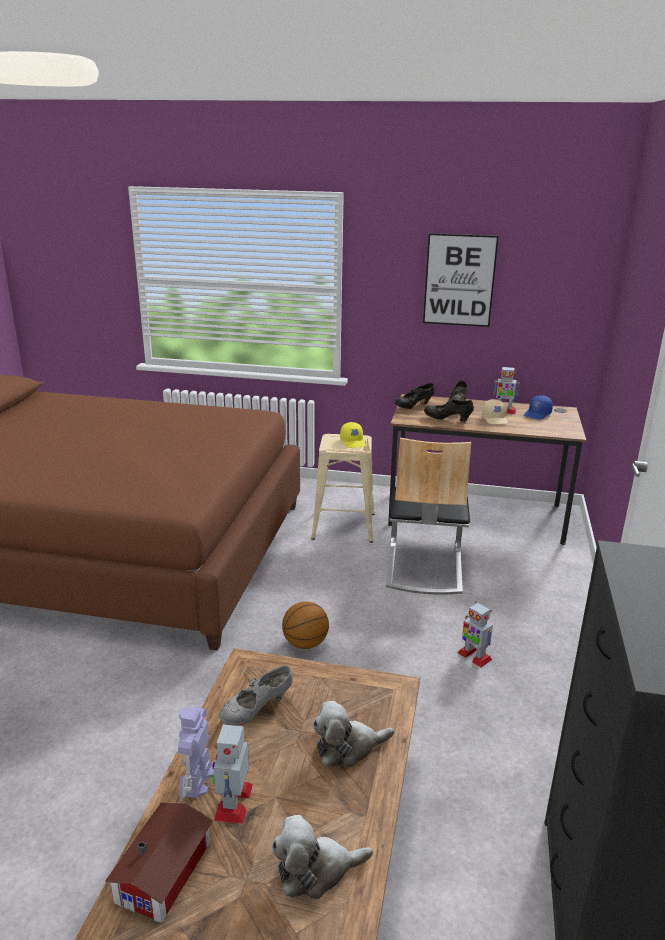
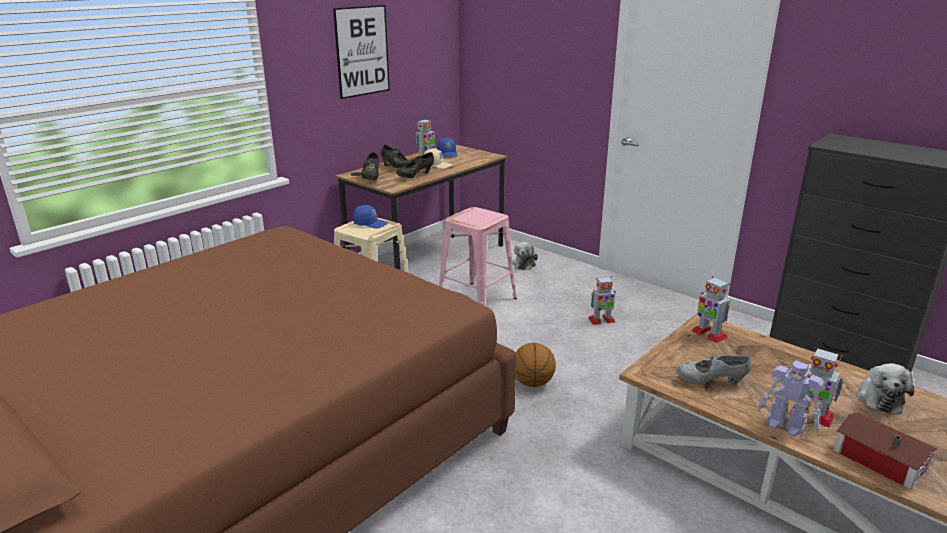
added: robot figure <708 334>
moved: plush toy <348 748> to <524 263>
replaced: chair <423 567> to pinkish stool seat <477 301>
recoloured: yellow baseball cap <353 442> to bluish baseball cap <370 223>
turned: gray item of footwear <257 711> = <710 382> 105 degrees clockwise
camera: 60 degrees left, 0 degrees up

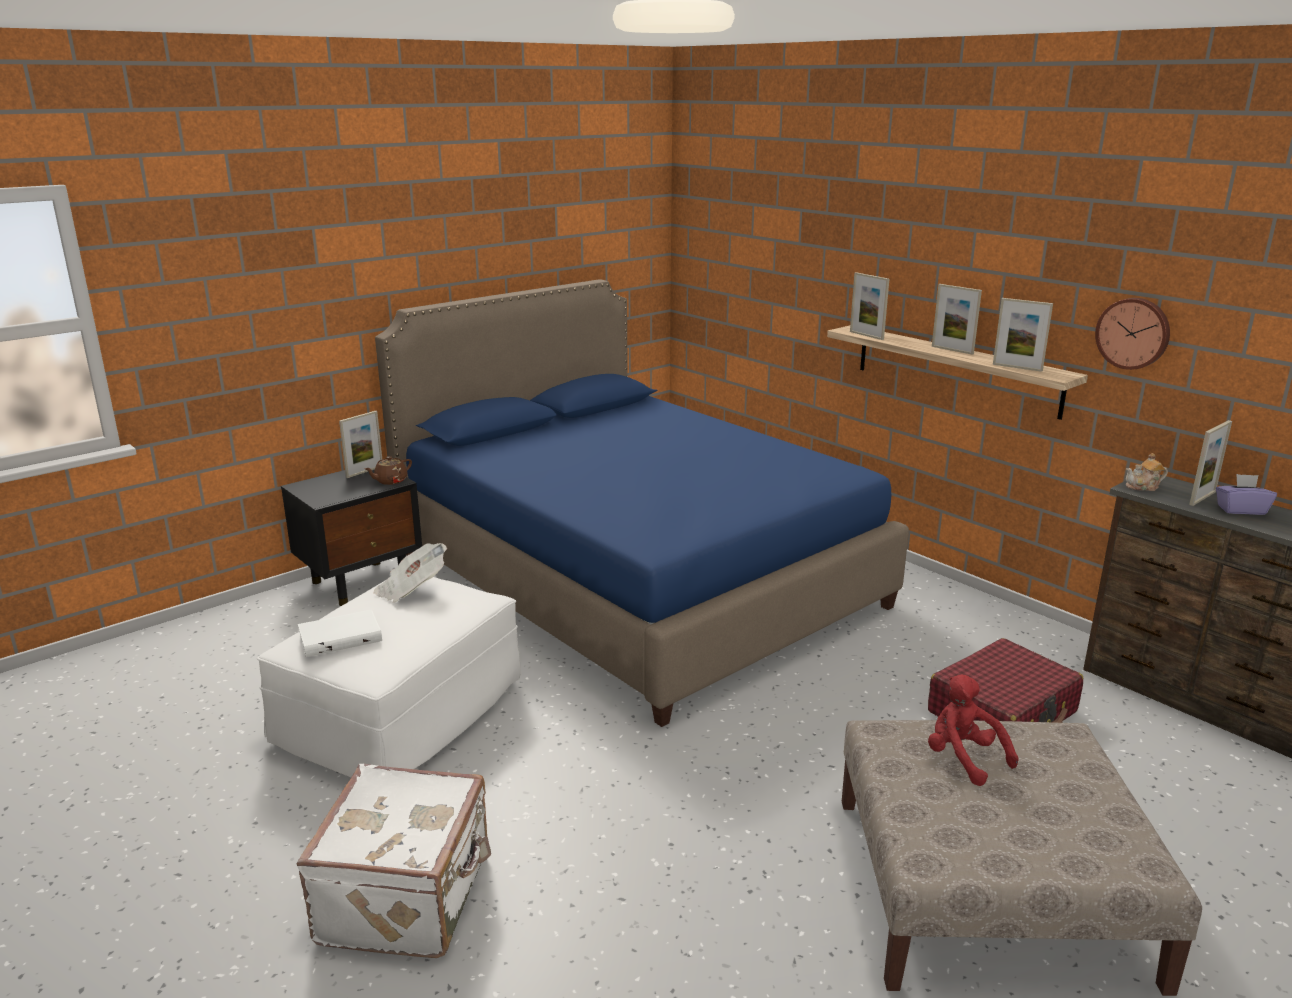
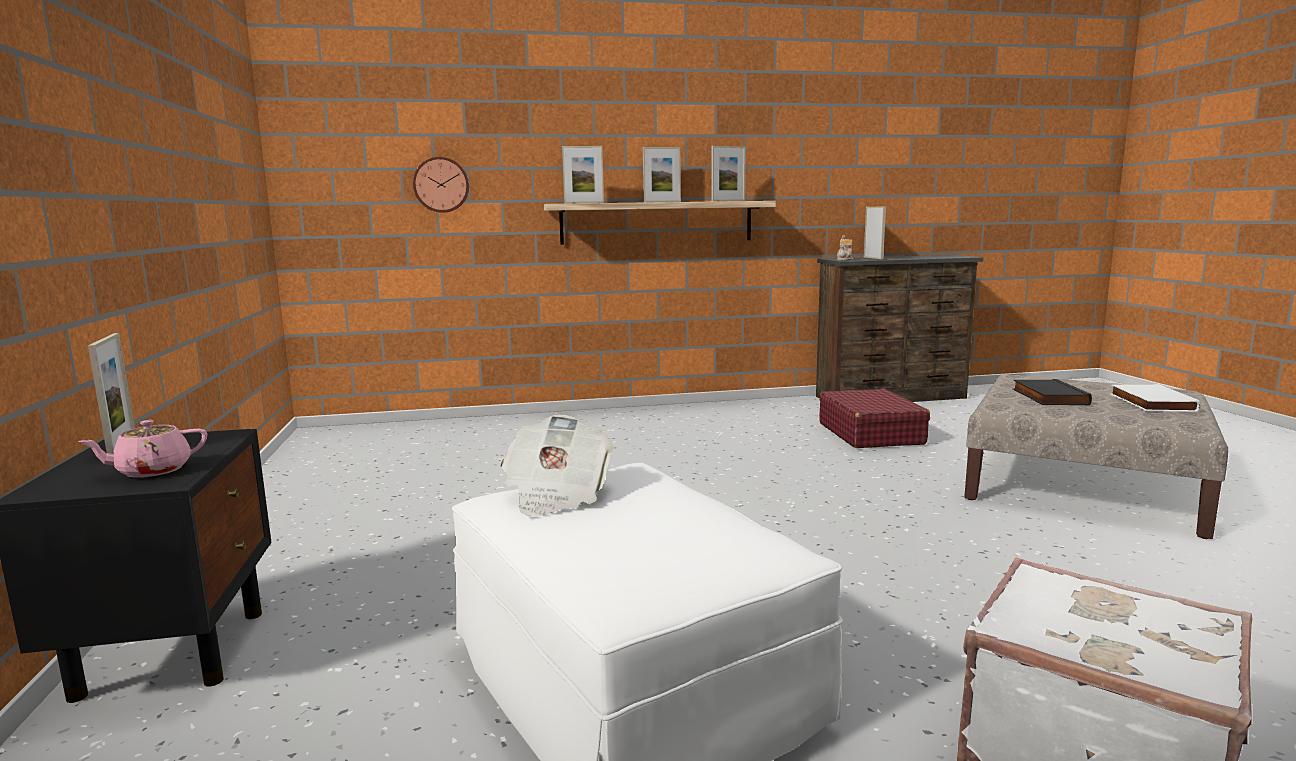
removed: brownish teapot <390 481>; bluish bed <634 579>; purplish box of tissues <1241 510>
added: pinkish teapot <152 471>
moved: whitish book <340 636> to <1149 403>; wall clock <1133 333> to <441 185>
replaced: red plush toy <963 758> to blackish book <1047 397>
camera: 60 degrees left, 10 degrees down

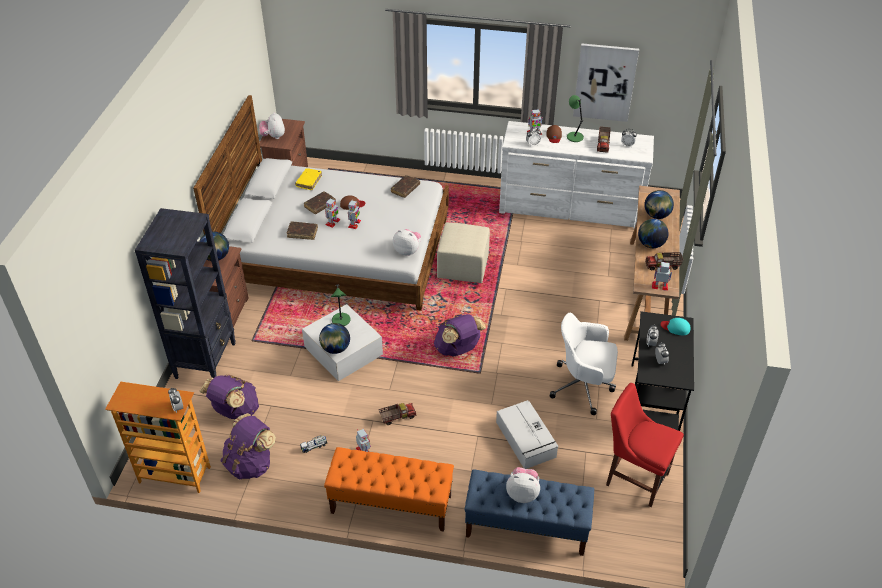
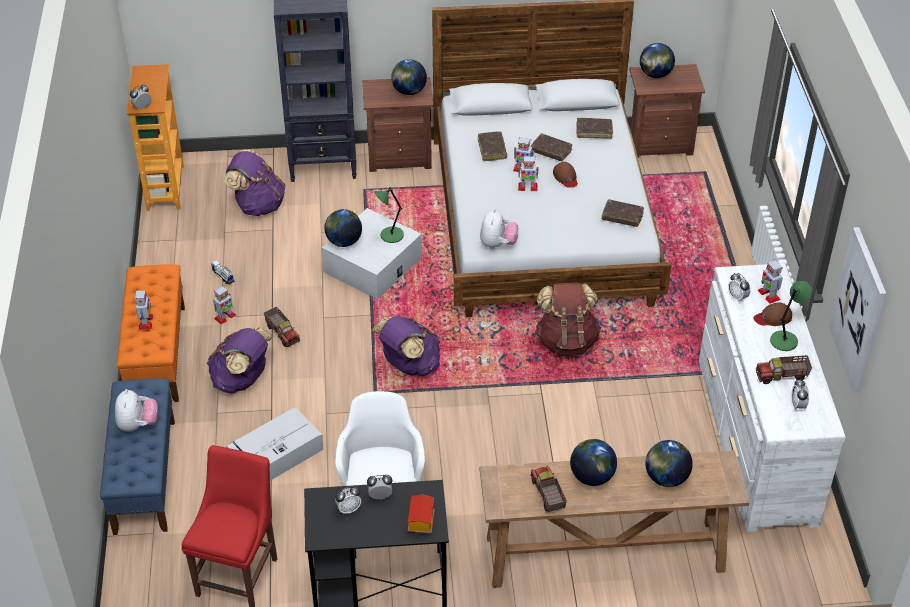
moved: purplish backpack <250 463> to <242 380>; robot figure <660 286> to <146 322>
replaced: plush toy <273 136> to desk globe <655 75>; beige ottoman <462 267> to brownish backpack <566 341>; turquoise baseball cap <675 327> to model house <420 521>
recoloured: yellow book <309 181> to brownish book <594 131>
camera: 75 degrees right, 0 degrees up

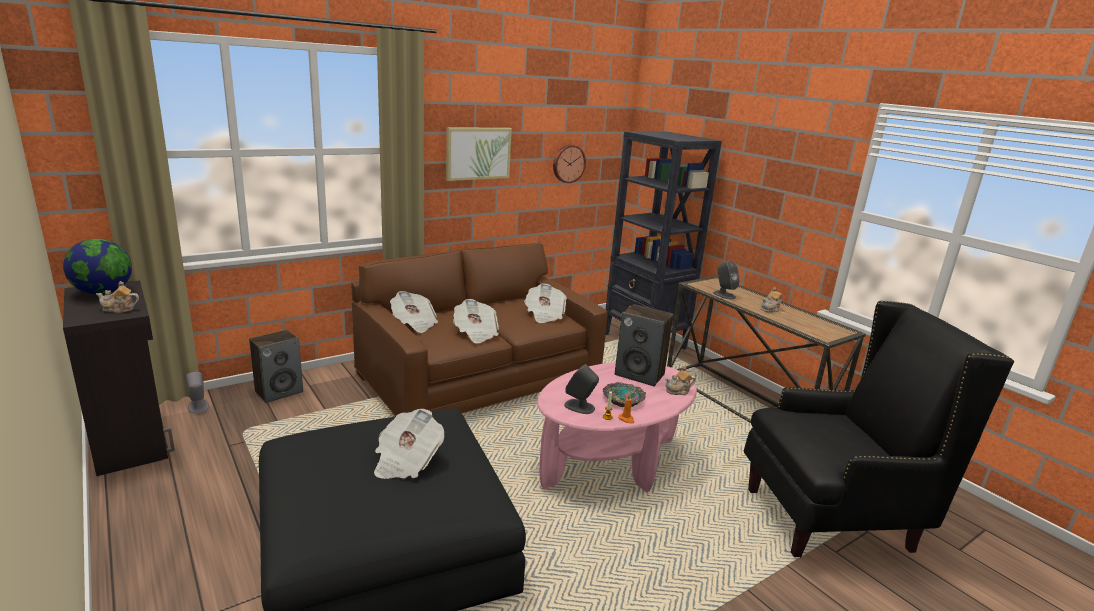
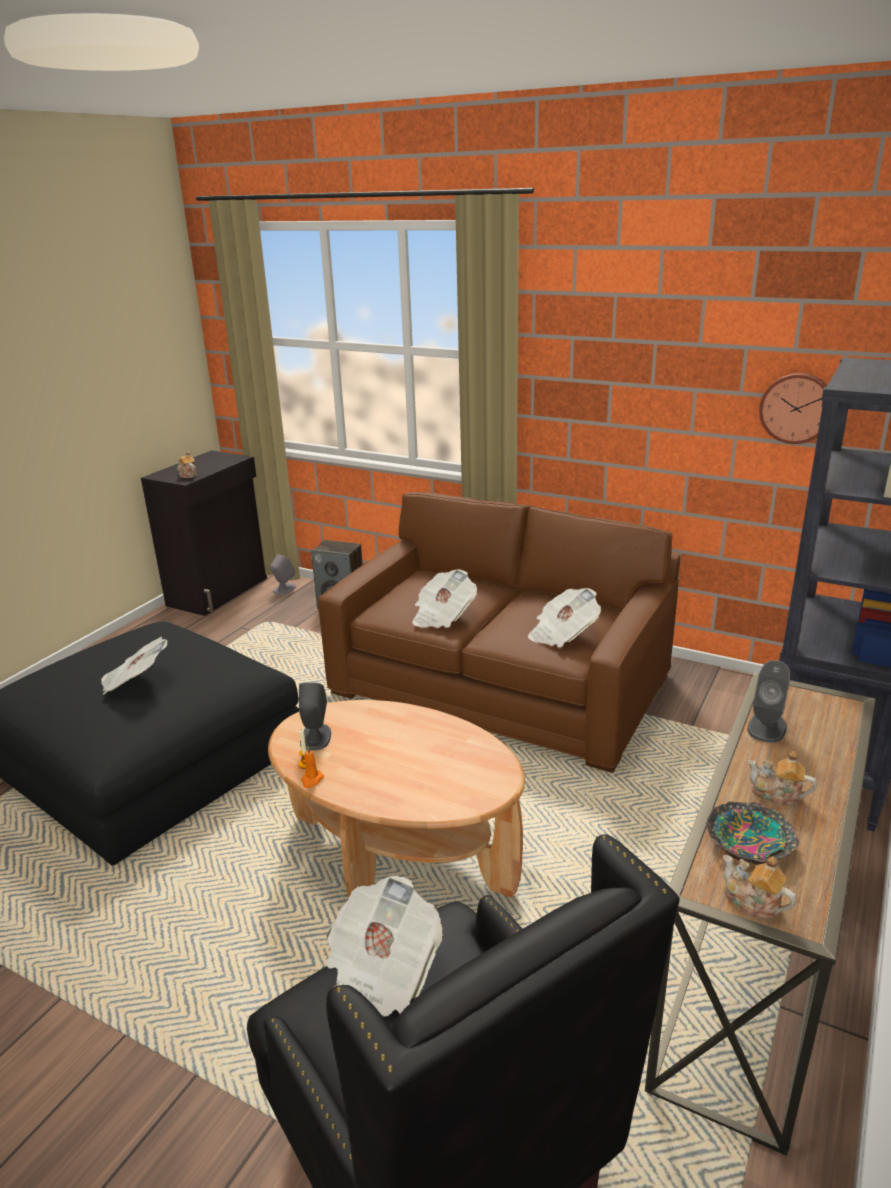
removed: desk globe <103 293>; wall picture <478 153>; audio speaker <640 375>
moved: daily paper <414 323> to <380 973>; bowl <623 399> to <751 842>; teapot <678 391> to <753 902>
recoloured: pinkish coffee table <611 463> to brownish coffee table <399 855>
camera: 65 degrees right, 5 degrees up

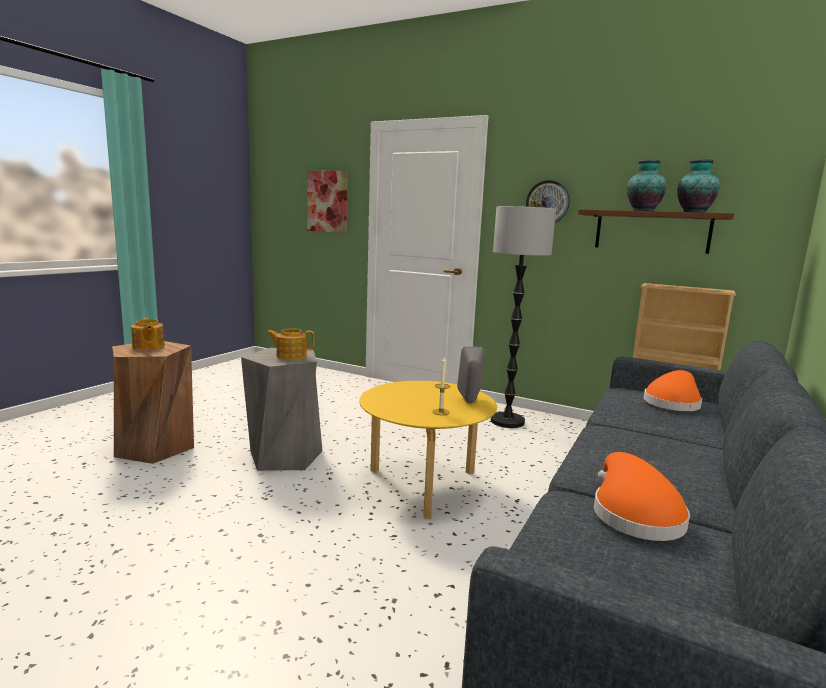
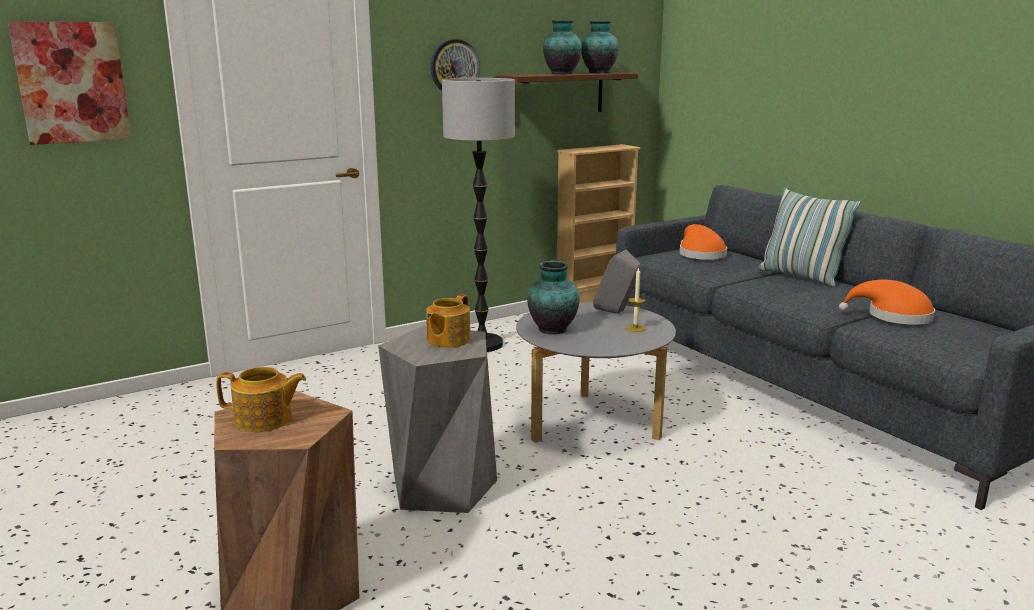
added: vase <553 330>; cushion <801 277>
recoloured: yellow coffee table <423 485> to gray coffee table <592 423>
camera: 60 degrees left, 5 degrees up

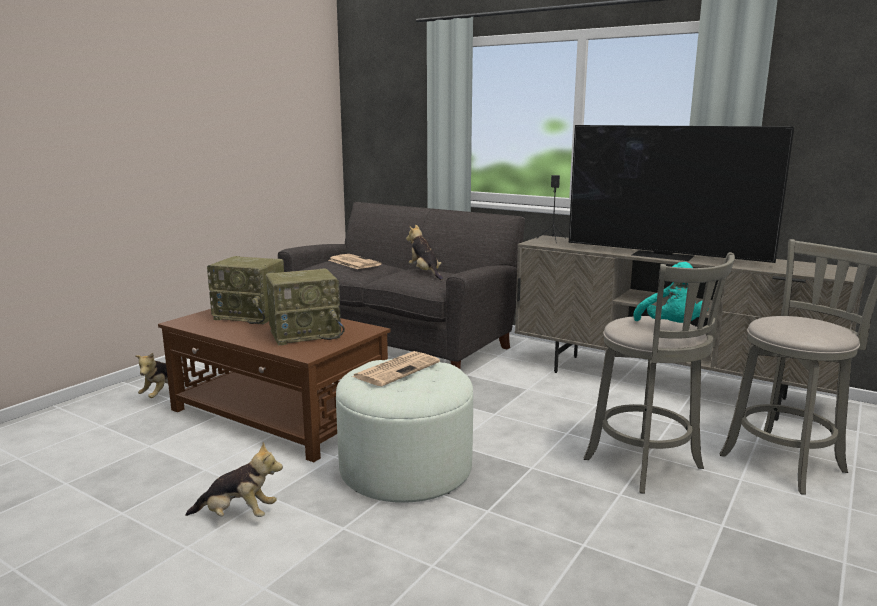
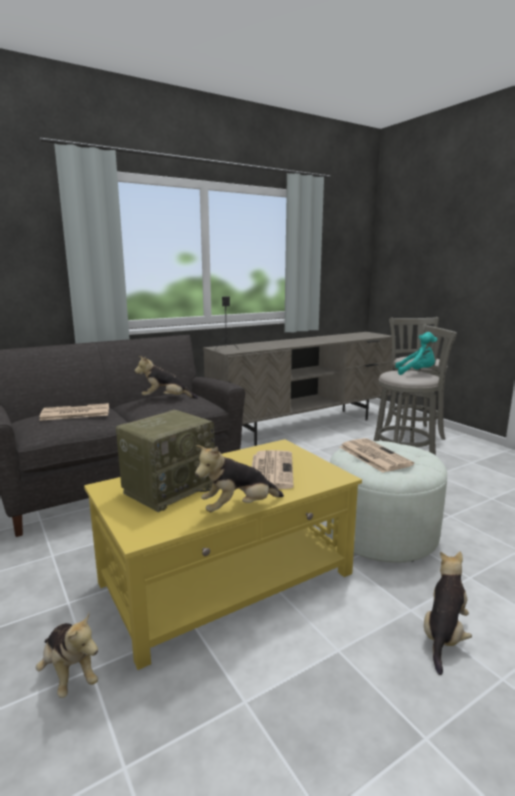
removed: television <664 255>
added: plush toy <238 508>
replaced: radio set <306 333> to daily paper <271 470>
recoloured: brownish coffee table <279 414> to yellow coffee table <228 578>
camera: 65 degrees left, 0 degrees up

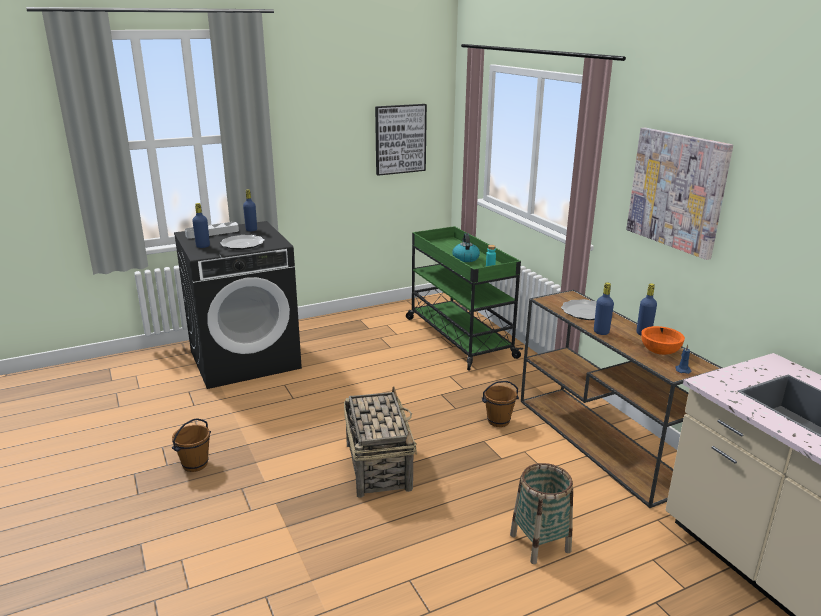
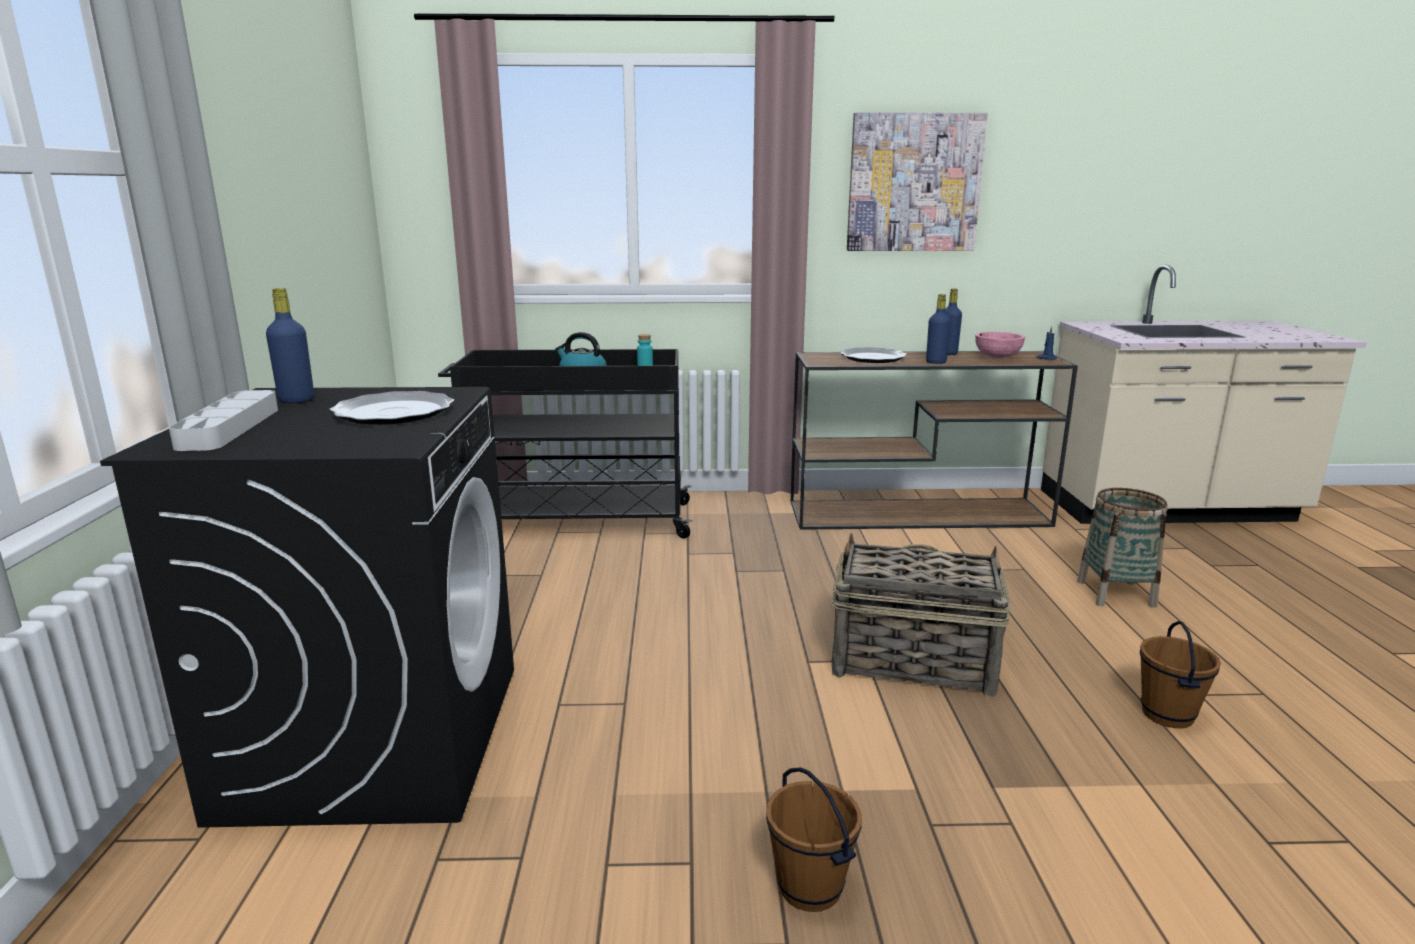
removed: bluish bottle <203 246>; wall picture <400 139>
moved: brownish water bucket <498 421> to <1166 714>
recoloured: greenish trolley <458 337> to blackish trolley <575 521>; orange-coloured bowl <660 351> to pinkish bowl <998 357>
camera: 65 degrees left, 5 degrees down

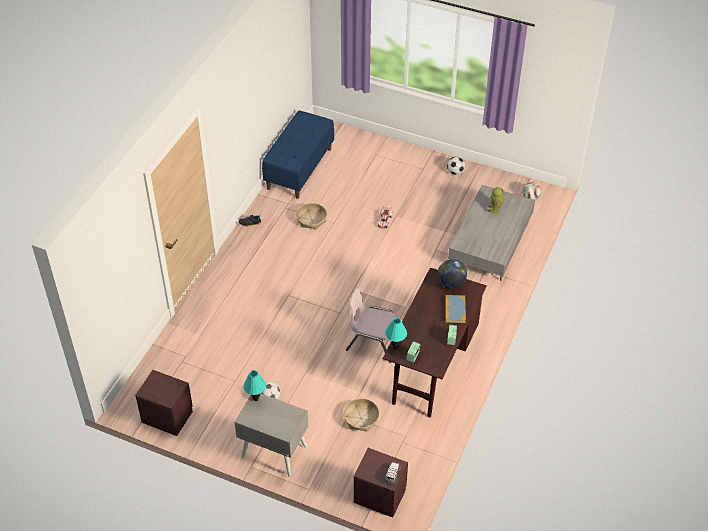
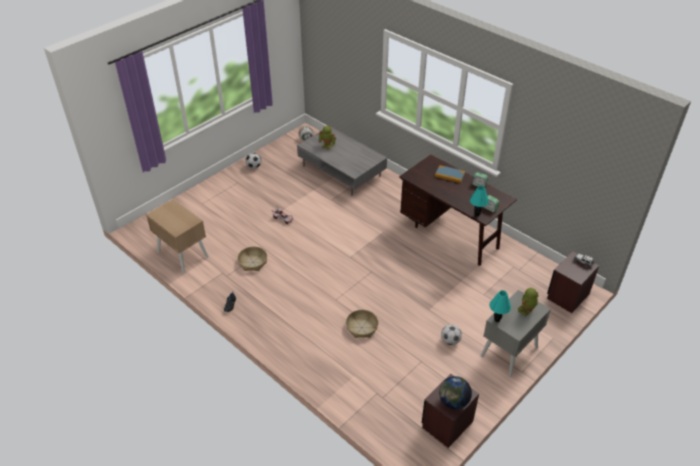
removed: pinkish chair <373 342>
added: robot figure <526 311>
moved: storage basket <361 418> to <362 327>; desk globe <451 283> to <453 402>
replaced: bluish indoor bench <299 168> to beige nightstand <182 254>
camera: 70 degrees left, 5 degrees down

